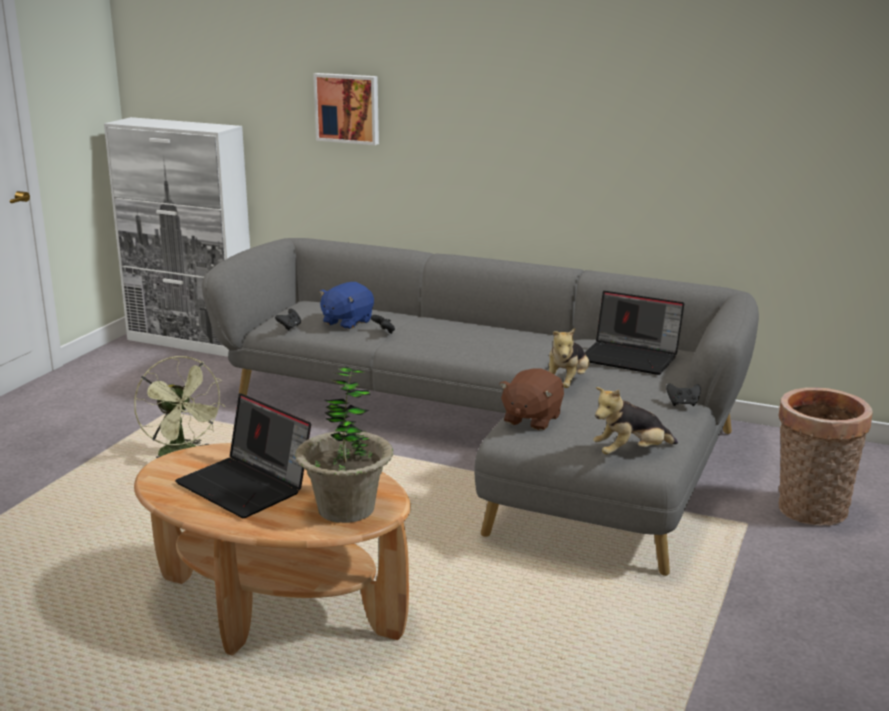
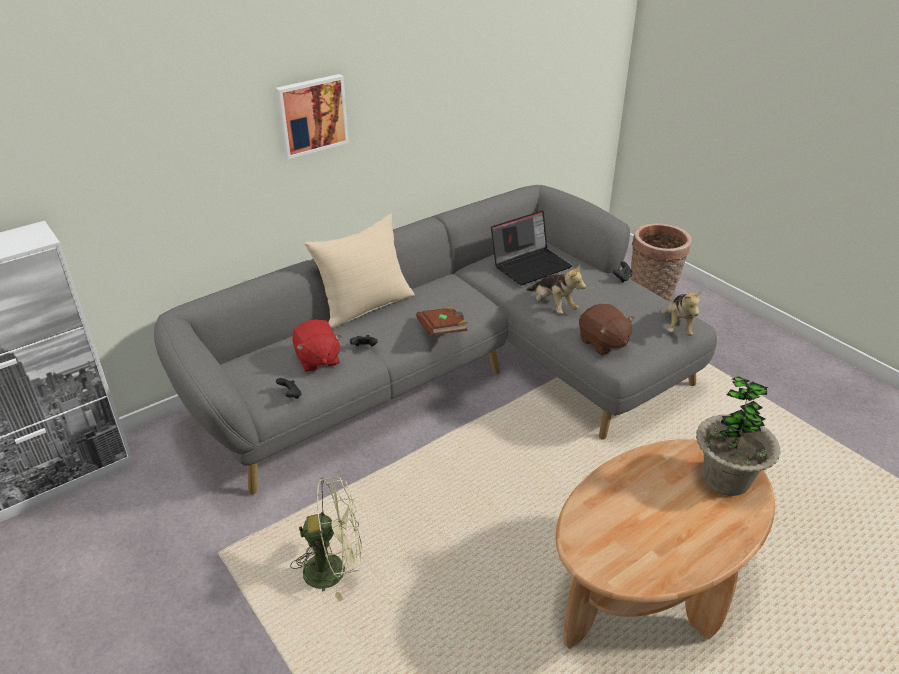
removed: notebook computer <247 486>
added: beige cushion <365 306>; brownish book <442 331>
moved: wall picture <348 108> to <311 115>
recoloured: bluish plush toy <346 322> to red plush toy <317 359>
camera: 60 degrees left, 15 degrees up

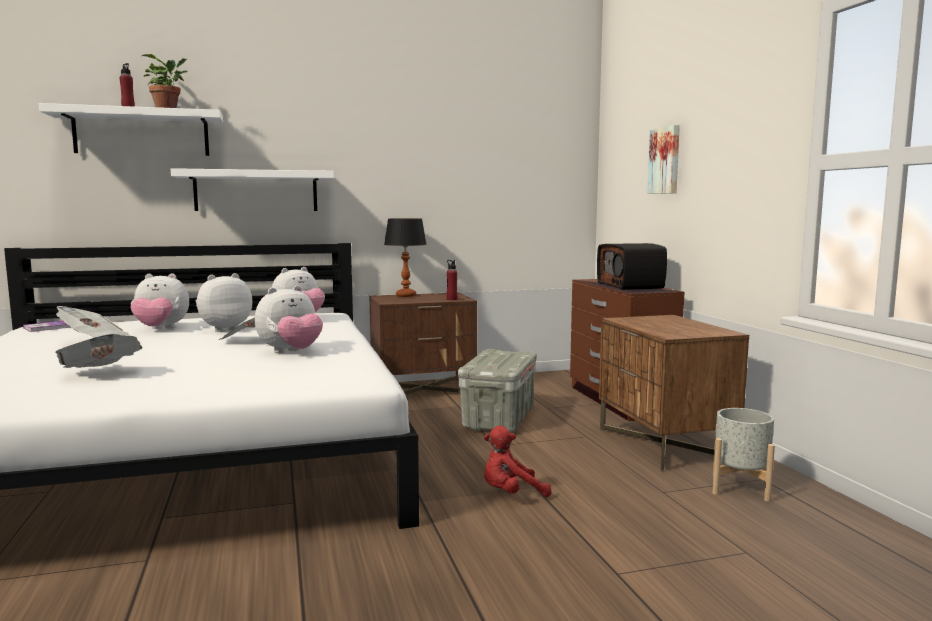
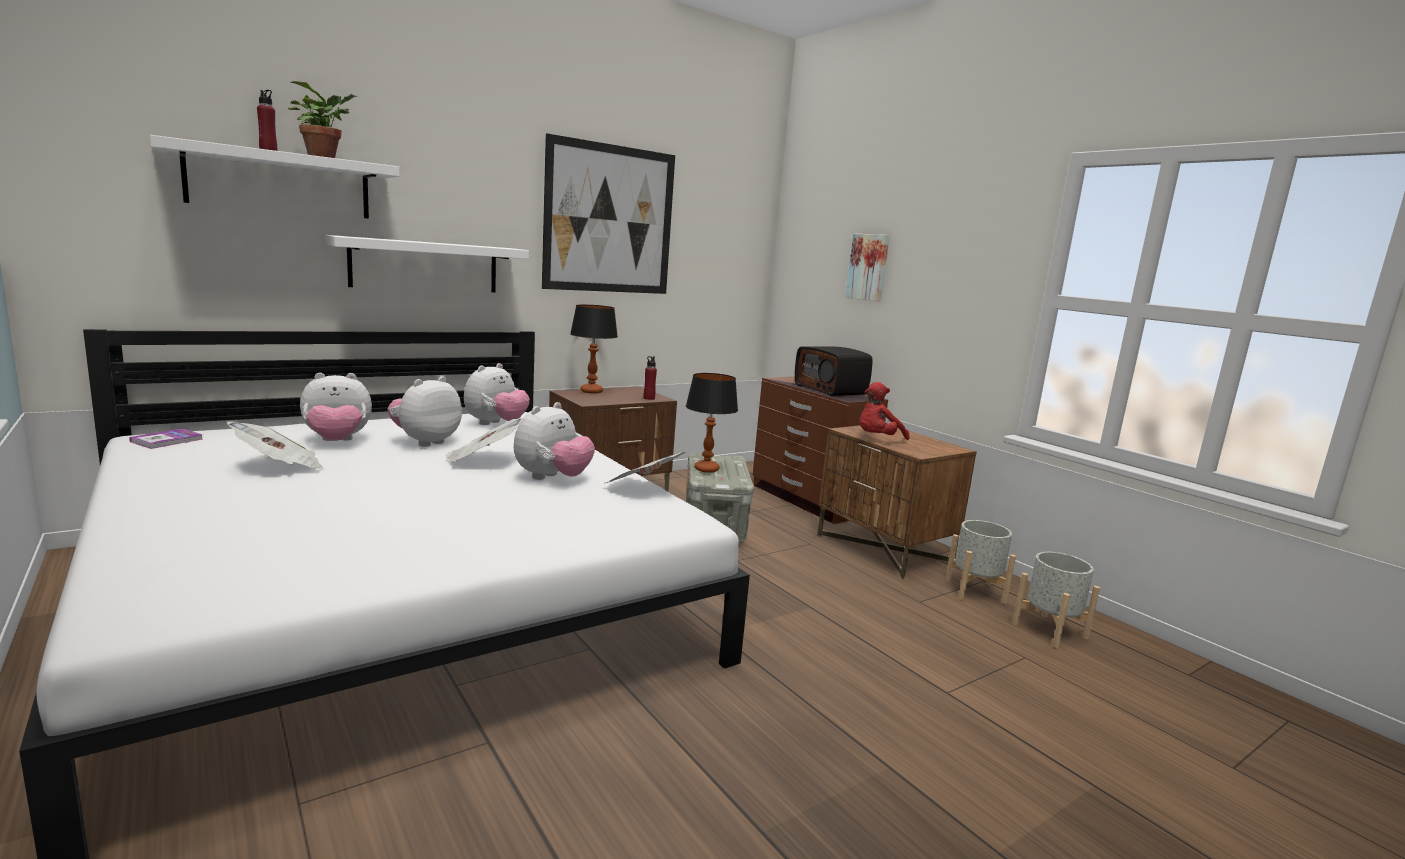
added: wall picture <610 219>; table lamp <707 469>; gray plant pot <1049 630>
moved: daily paper <101 373> to <643 488>; red plush toy <511 494> to <877 439>
camera: 20 degrees left, 5 degrees up

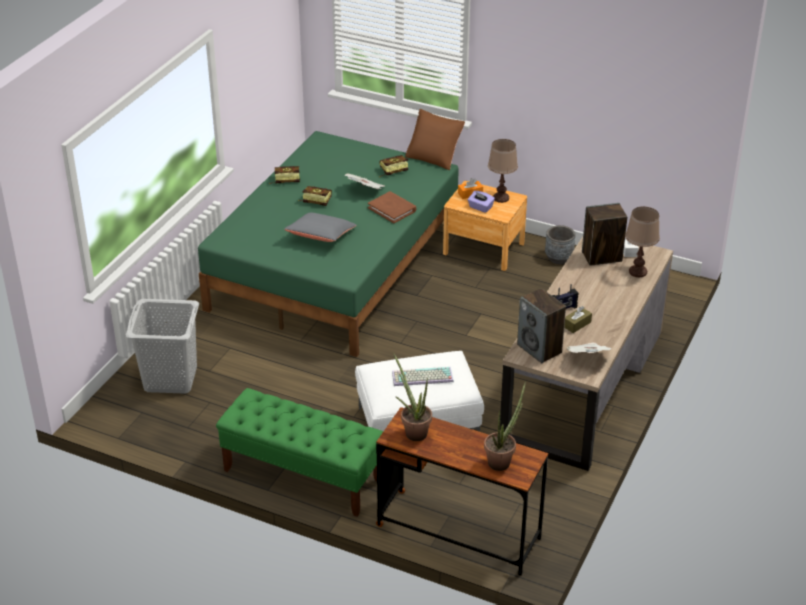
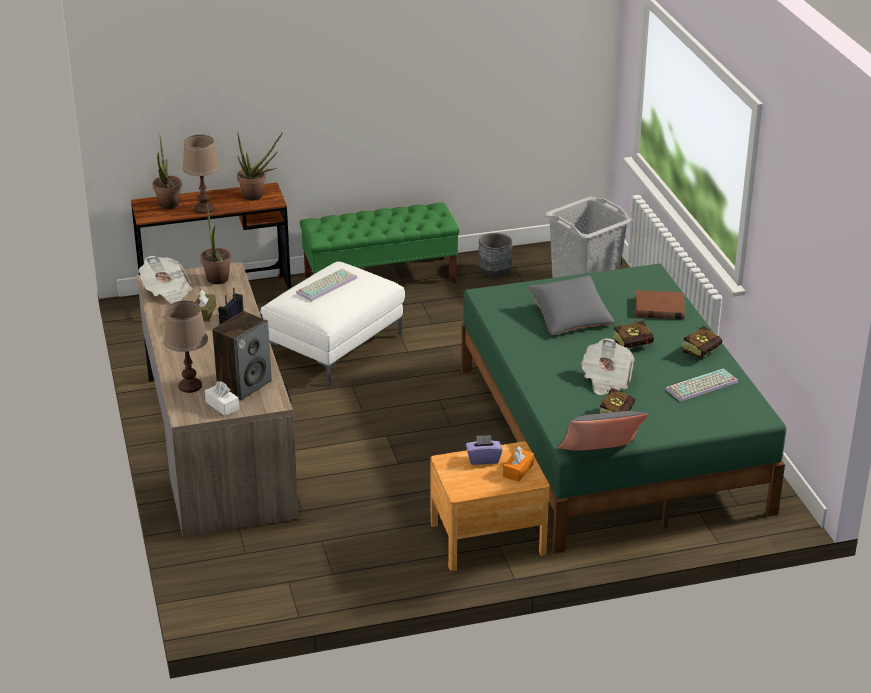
added: PC keyboard <702 387>
moved: brownish book <392 209> to <659 308>; brownish table lamp <501 198> to <204 209>; gray plant pot <558 258> to <494 271>
replaced: audio speaker <540 349> to potted plant <218 281>
recoloured: brownish cushion <434 157> to gray cushion <600 456>
camera: 140 degrees right, 5 degrees down

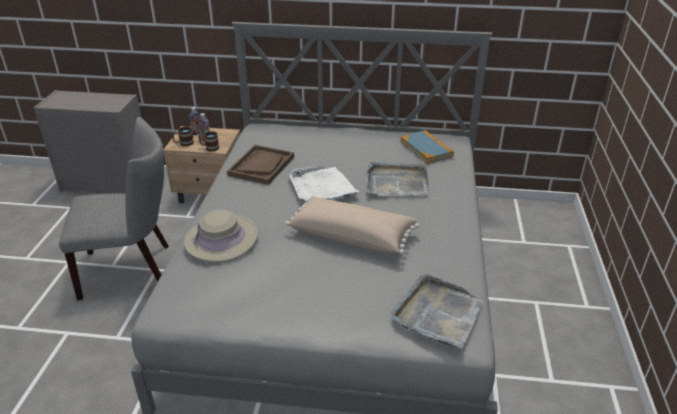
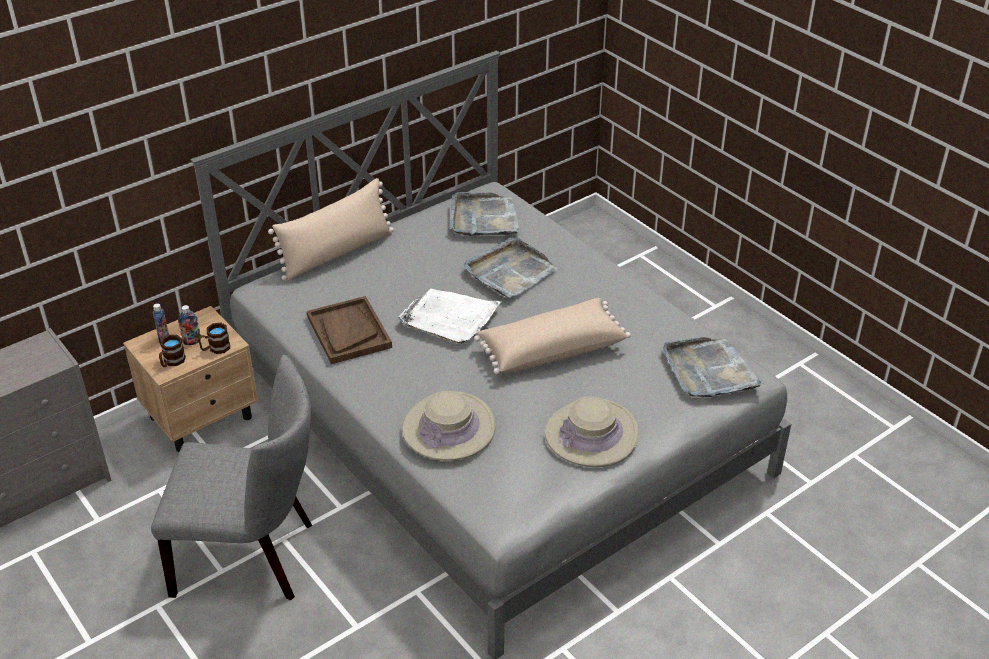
added: beige cushion <337 253>; beige hat <591 434>
replaced: book <426 149> to gray serving tray <483 218>
turned: gray chair <132 269> = <253 557> 60 degrees clockwise
camera: 45 degrees left, 5 degrees up

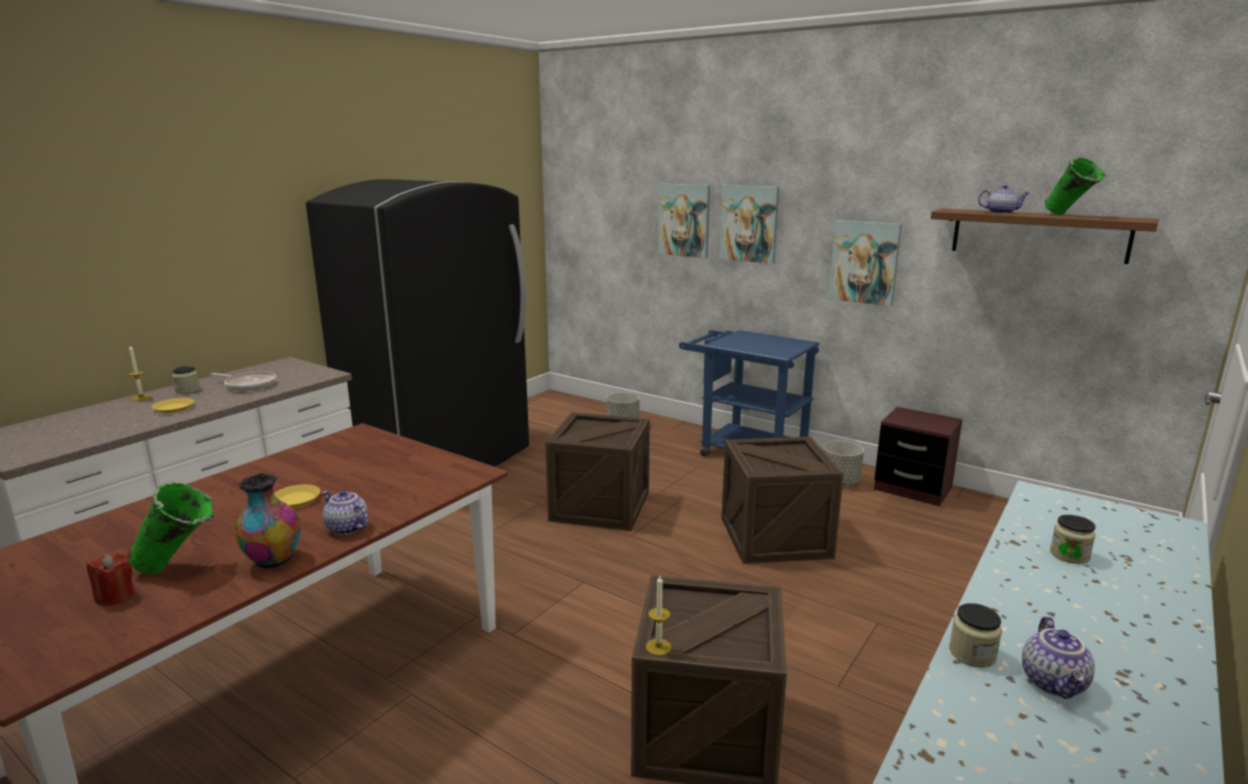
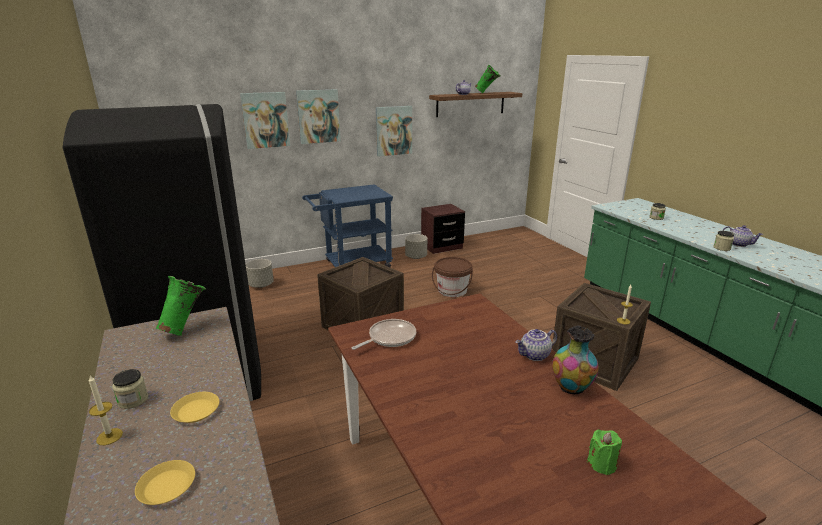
moved: greenish vase <180 569> to <186 329>; frying pan <249 385> to <389 338>; yellow dinner plate <296 500> to <166 486>
replaced: packing crate <775 537> to brownish water bucket <452 290>
recoloured: red wax light <115 596> to greenish wax light <602 464>
camera: 60 degrees left, 5 degrees up

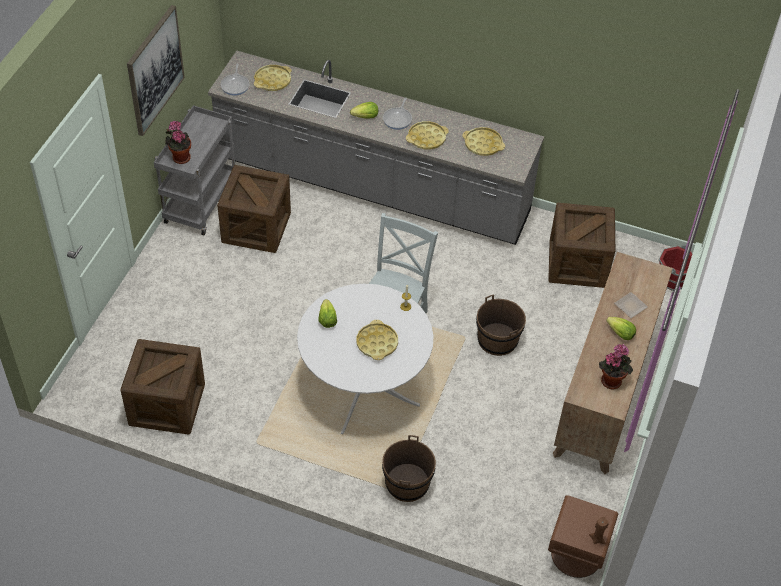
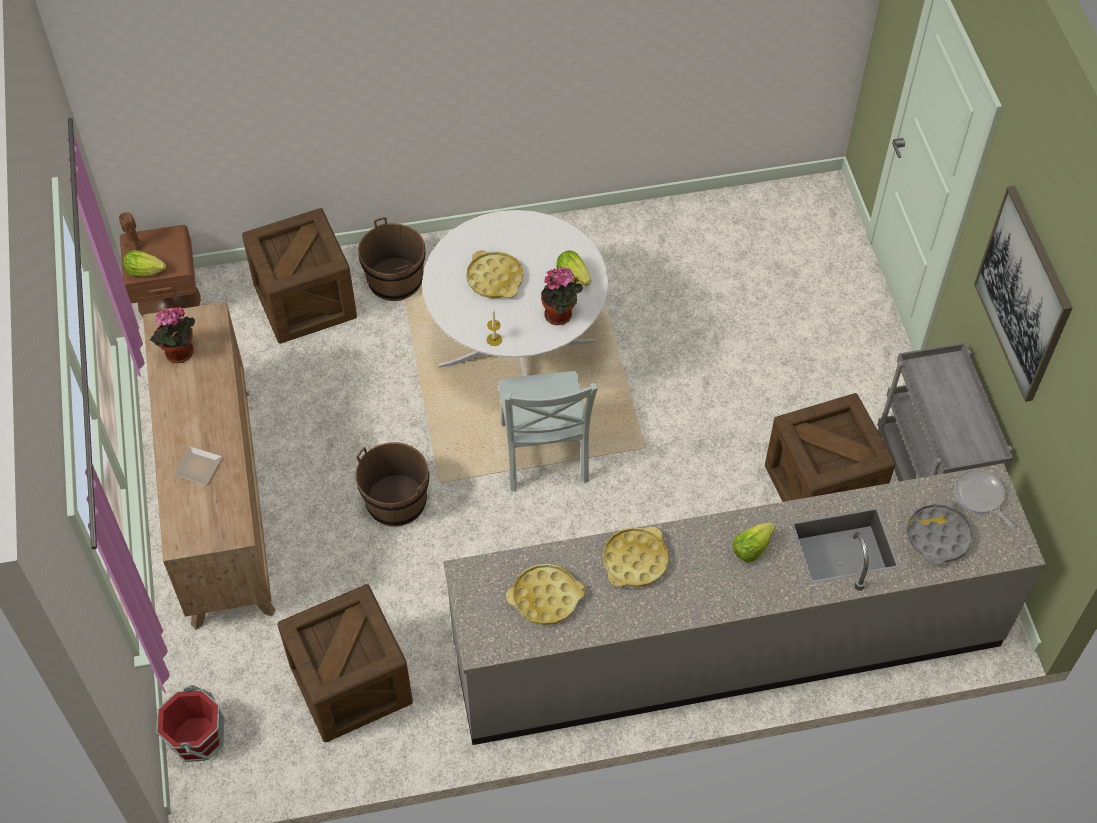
removed: frying pan <398 119>
moved: packing crate <167 404> to <305 301>; potted plant <180 157> to <561 315>; lettuce head <620 334> to <144 271>
recoloured: yellow serving tray <272 81> to gray serving tray <938 536>
camera: 150 degrees right, 5 degrees up

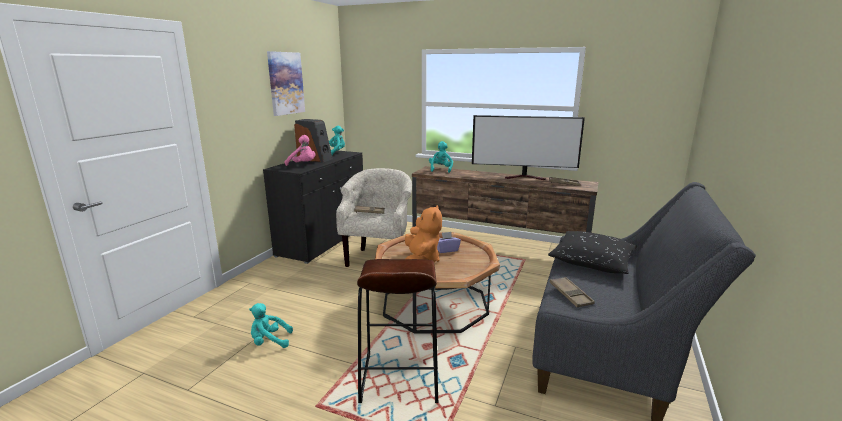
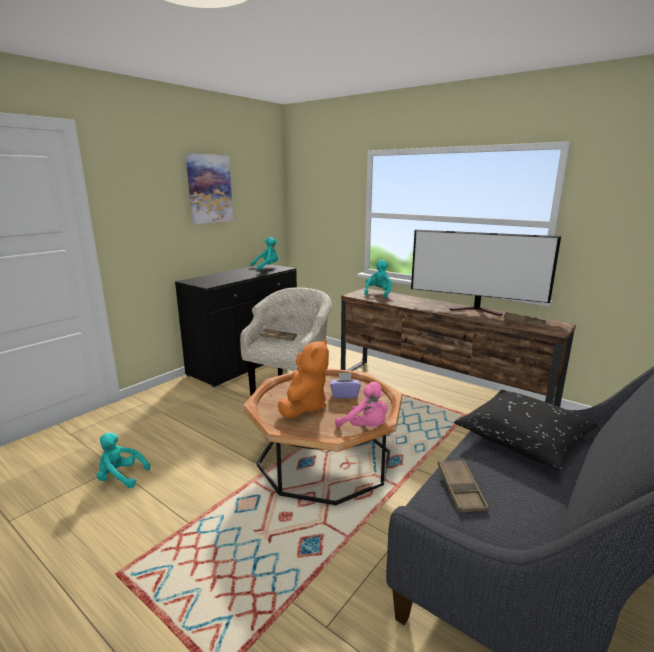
removed: audio speaker <315 159>; brownish stool seat <399 378>
moved: pinkish plush toy <303 165> to <365 427>
camera: 15 degrees right, 0 degrees up

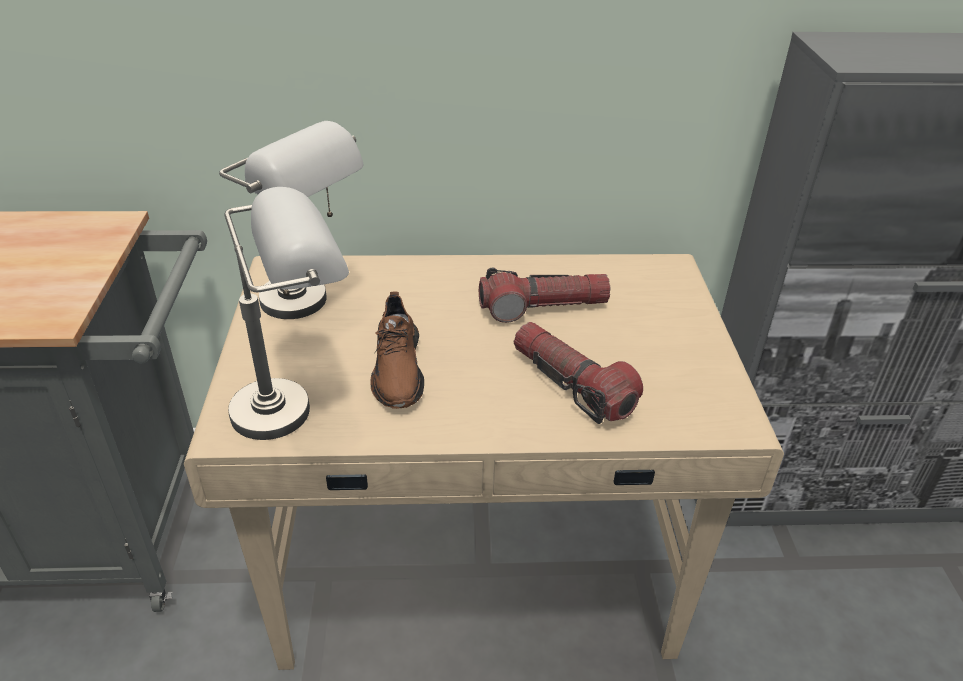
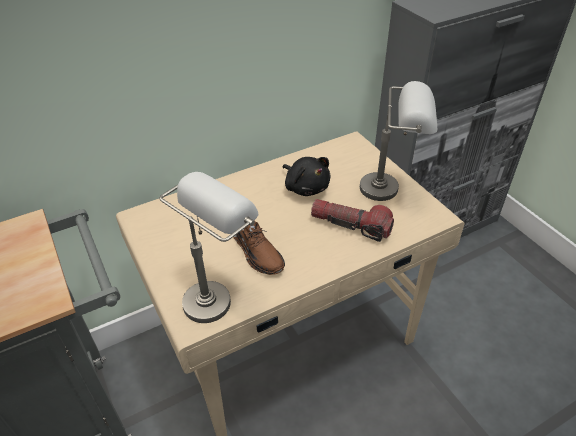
moved: gray table lamp <312 307> to <392 188>
replaced: hand torch <543 307> to blackish plush toy <306 187>
camera: 25 degrees left, 5 degrees up

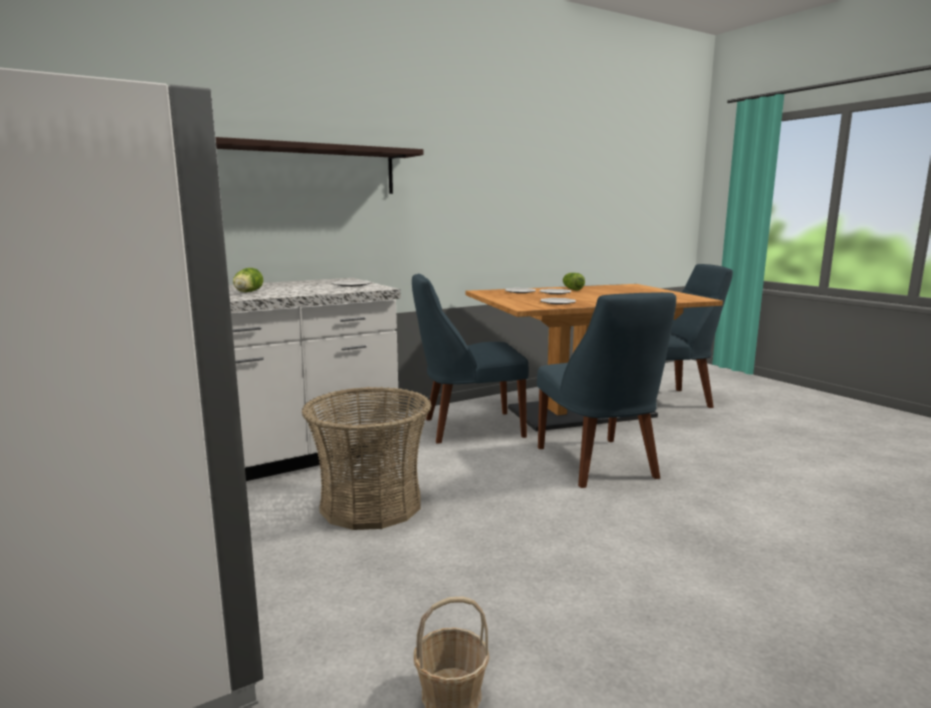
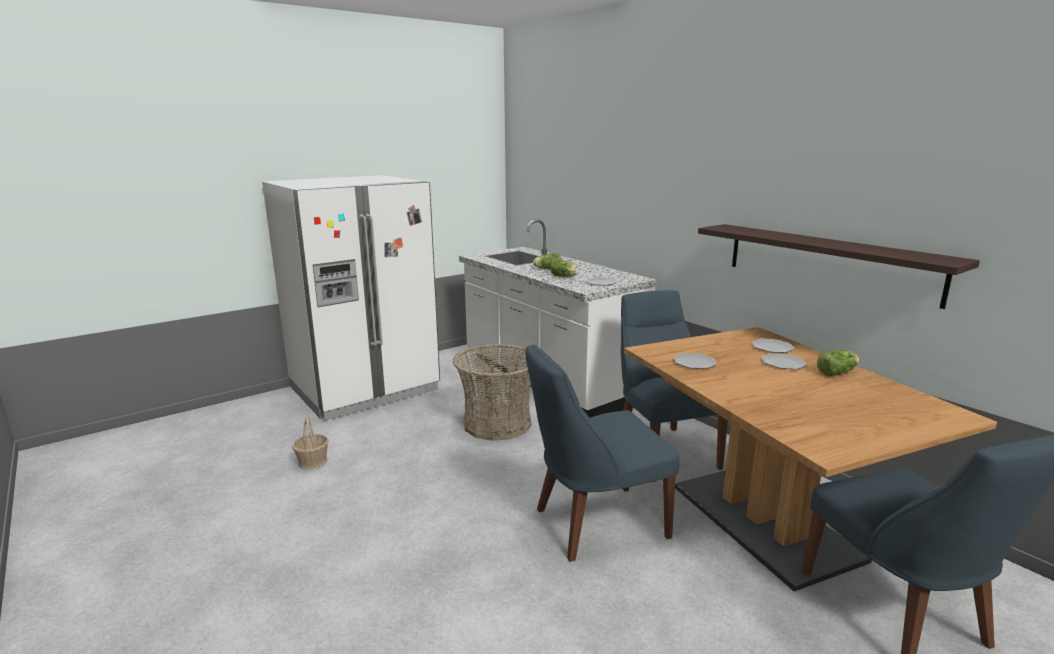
added: lettuce head <565 276>
moved: wall shelf <298 169> to <828 262>
camera: 85 degrees right, 5 degrees up

